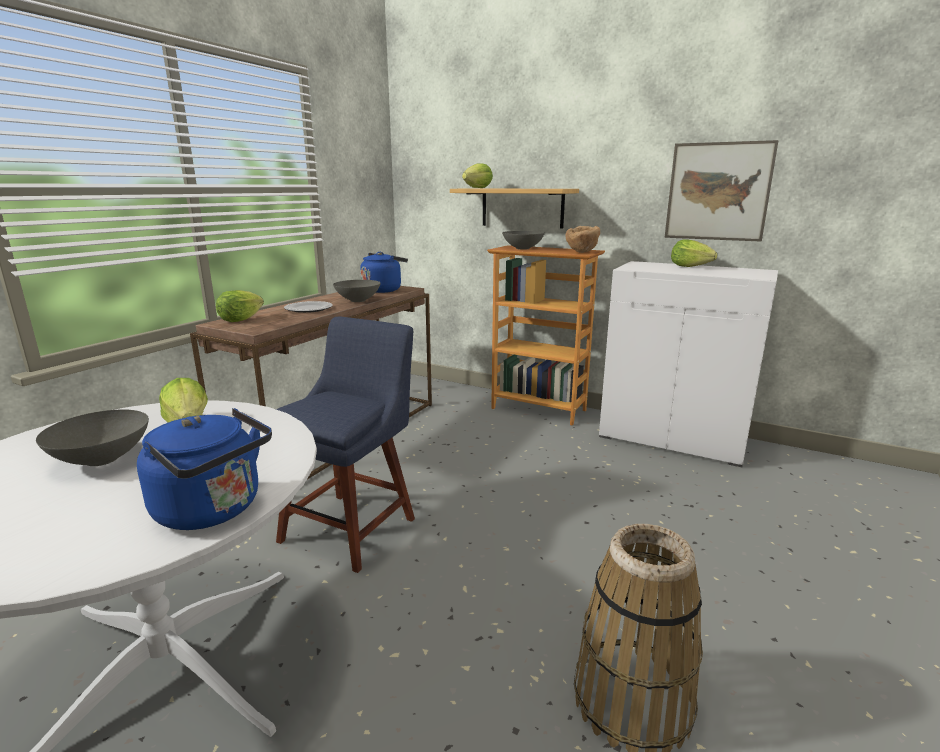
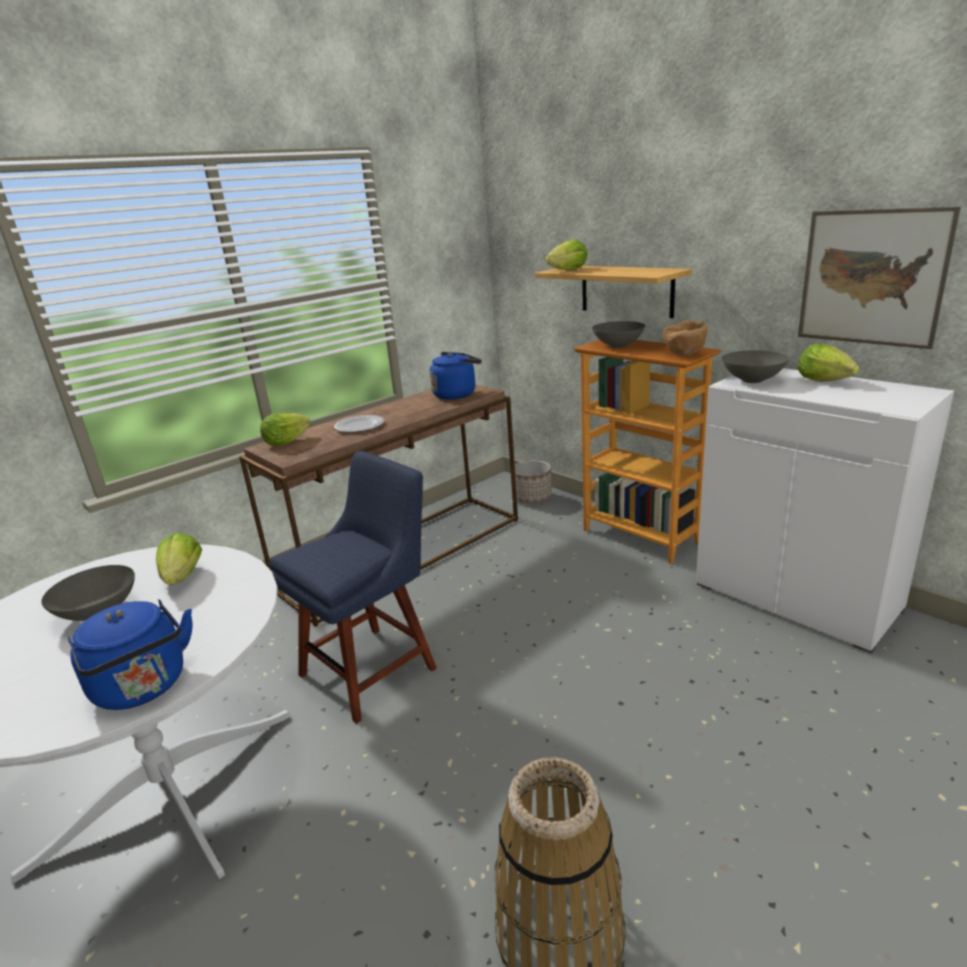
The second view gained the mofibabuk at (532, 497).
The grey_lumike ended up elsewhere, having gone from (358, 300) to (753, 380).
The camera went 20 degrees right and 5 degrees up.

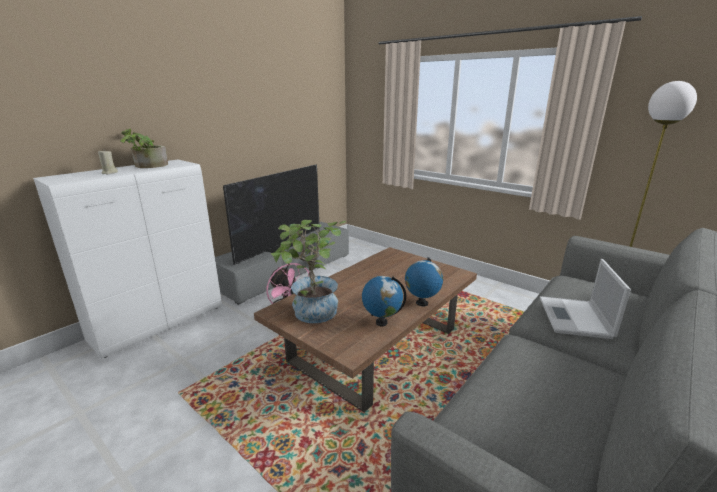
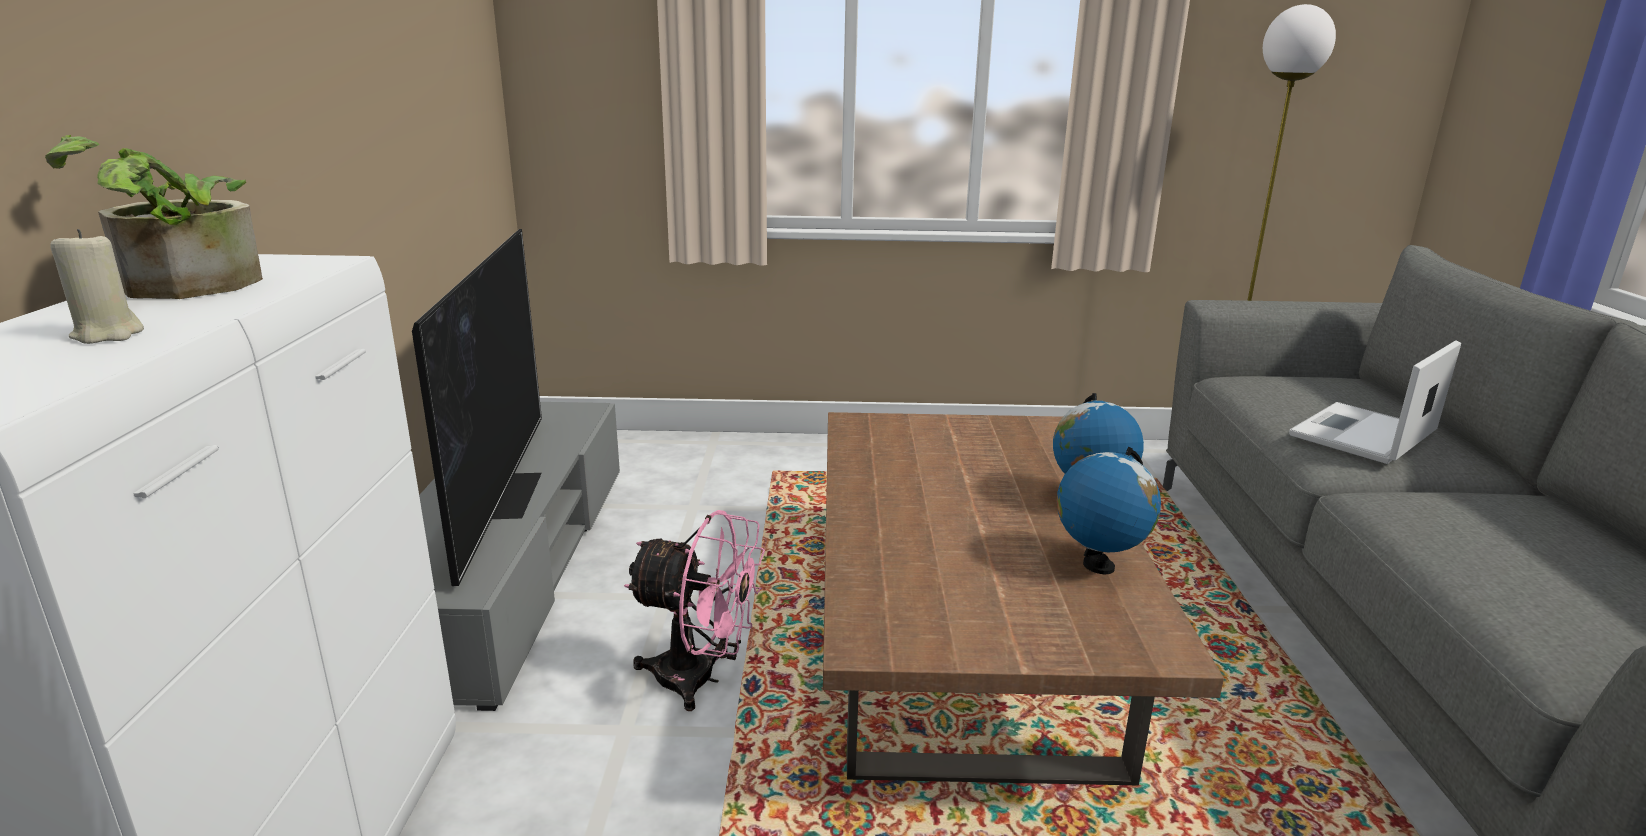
The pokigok at (575, 318) ended up facing another way, 75 degrees clockwise from before.
The second view lost the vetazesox at (312, 315).
The camera went 40 degrees left and 0 degrees up.

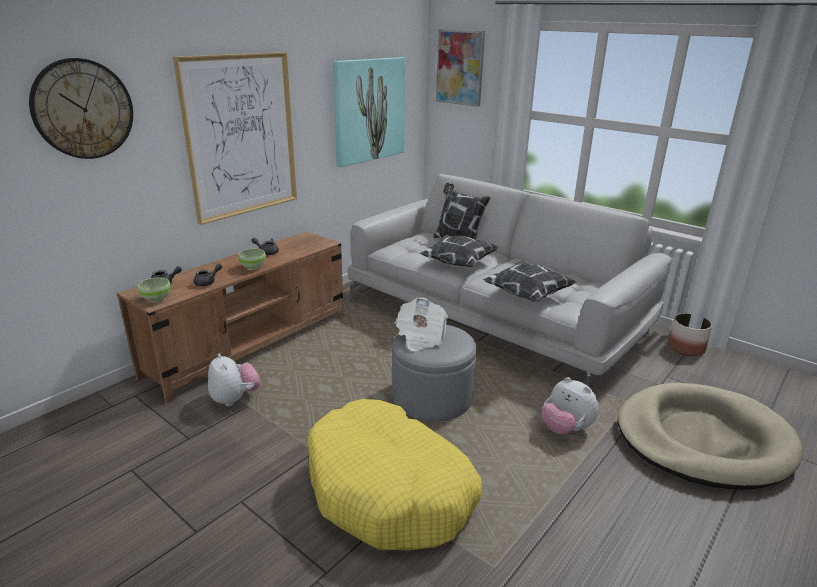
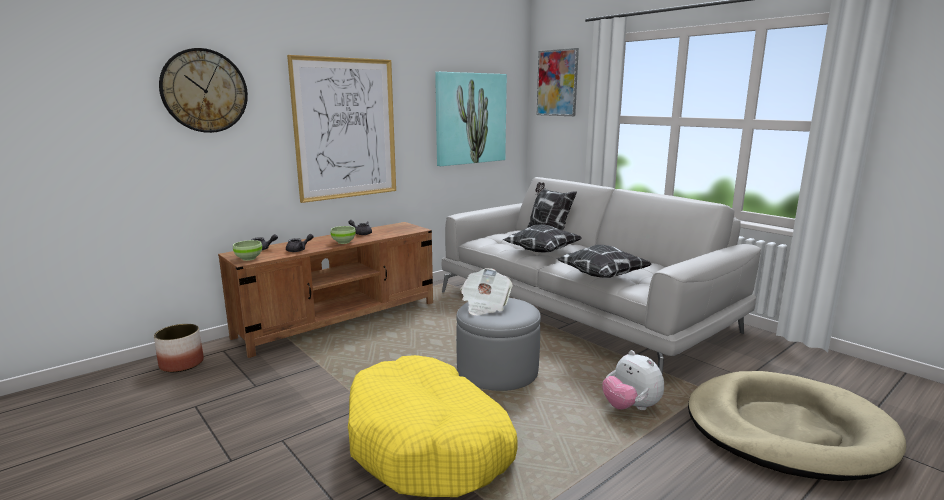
The mofibabuk ended up elsewhere, having gone from (686, 348) to (182, 364).
The second view lost the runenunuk at (235, 399).
The camera went 10 degrees right and 10 degrees down.

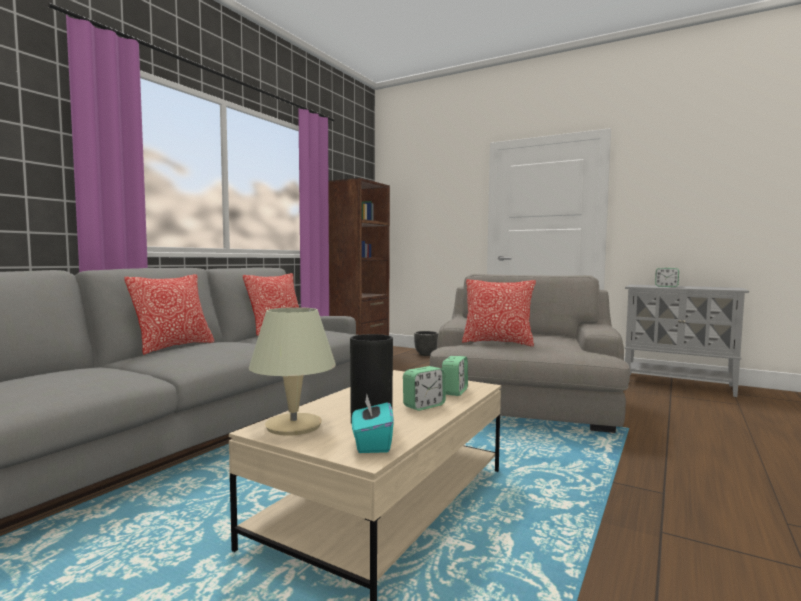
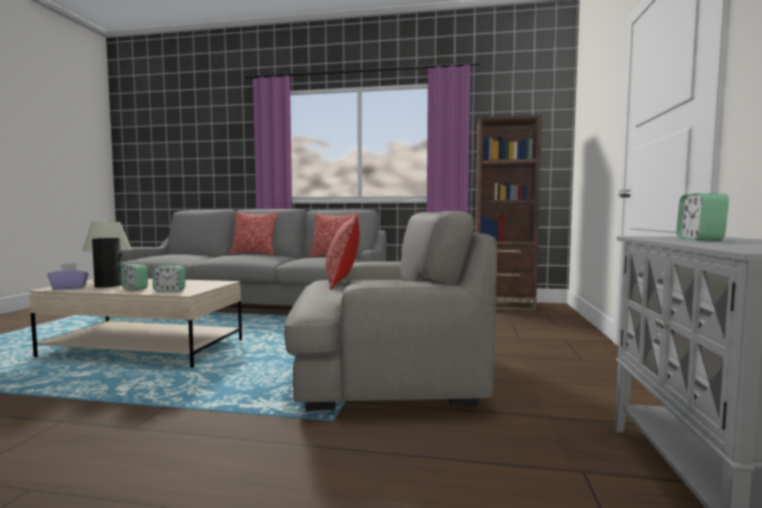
What was the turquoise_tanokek at (372, 443) turned into the purple_tanokek at (69, 287).
The second view lost the black_mofibabuk at (425, 354).
The camera went 70 degrees right and 0 degrees up.

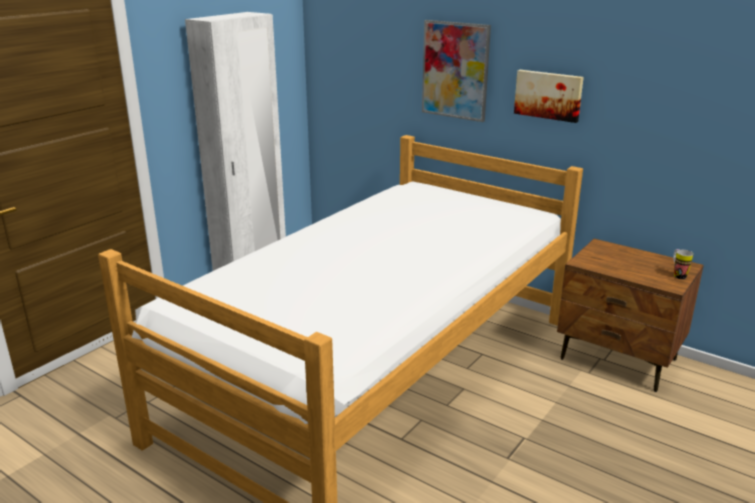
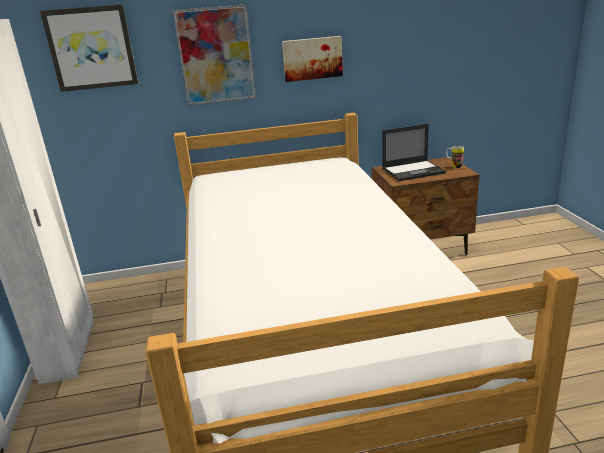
The second view gained the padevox at (91, 48).
The second view gained the pokigok at (414, 171).
The camera went 45 degrees left and 0 degrees up.

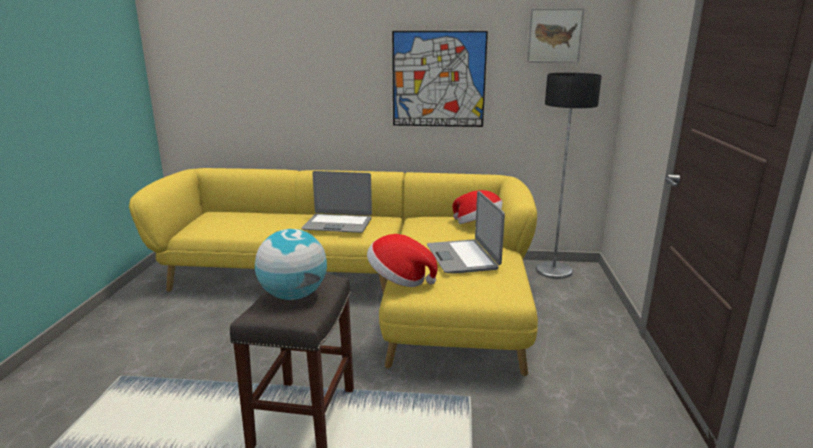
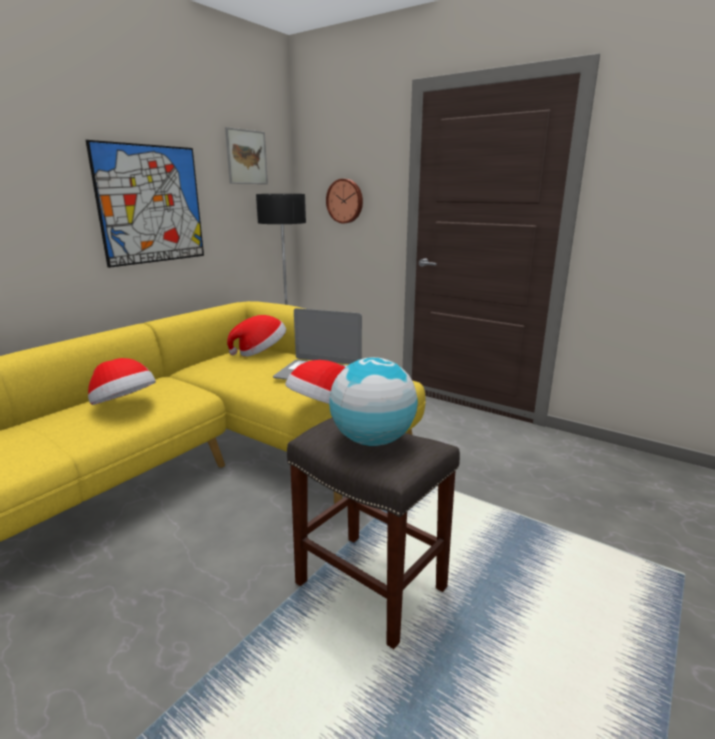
Where the pokigok stood at (338, 224), the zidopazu came to stand at (124, 405).
The second view gained the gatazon at (345, 201).
The camera went 60 degrees left and 0 degrees up.

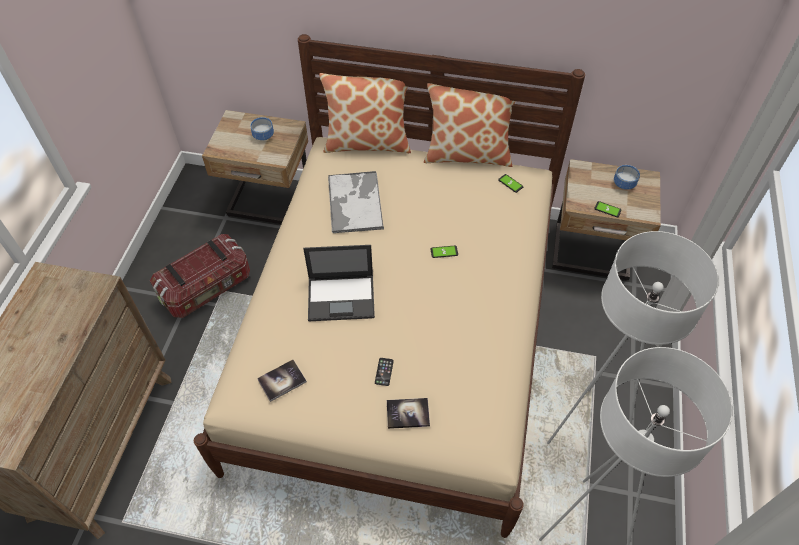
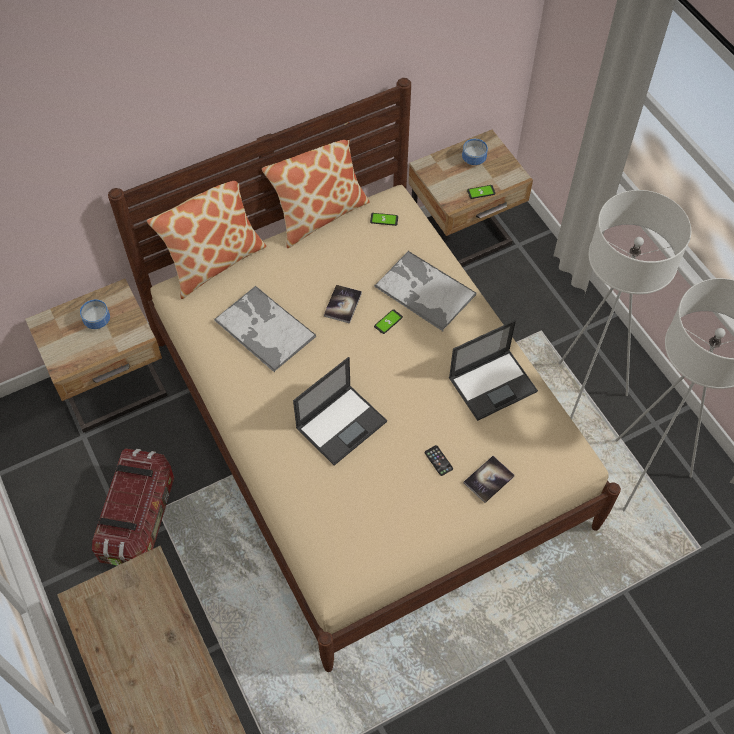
The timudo ended up elsewhere, having gone from (282, 381) to (342, 304).
The second view gained the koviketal at (424, 291).
The second view gained the pokigok at (493, 384).
The camera went 40 degrees left and 5 degrees up.

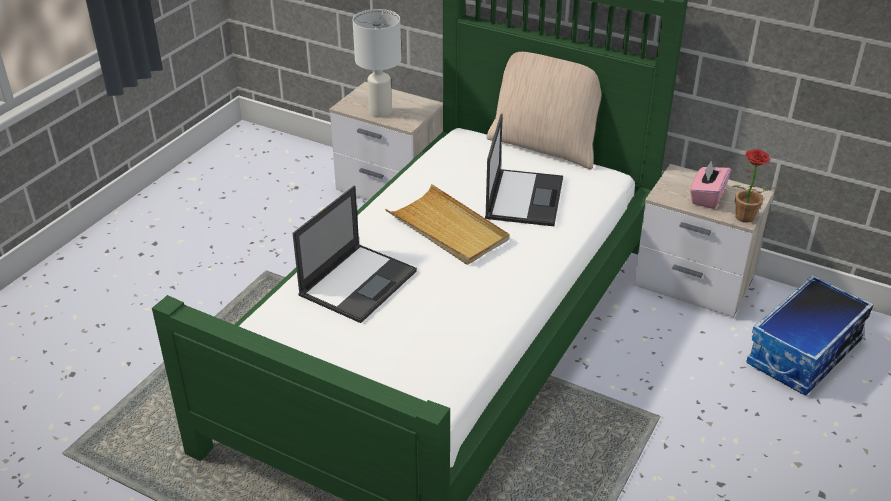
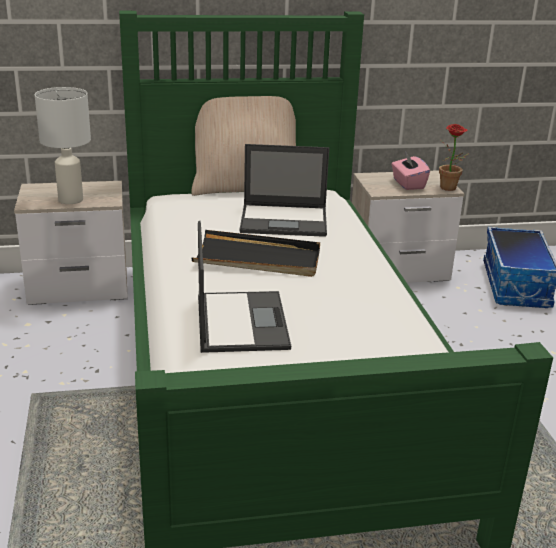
What was the beige_koviketal at (448, 229) turned into the black_koviketal at (258, 259).
The pokigok at (524, 197) ended up facing another way, 120 degrees clockwise from before.
The camera went 40 degrees left and 10 degrees down.

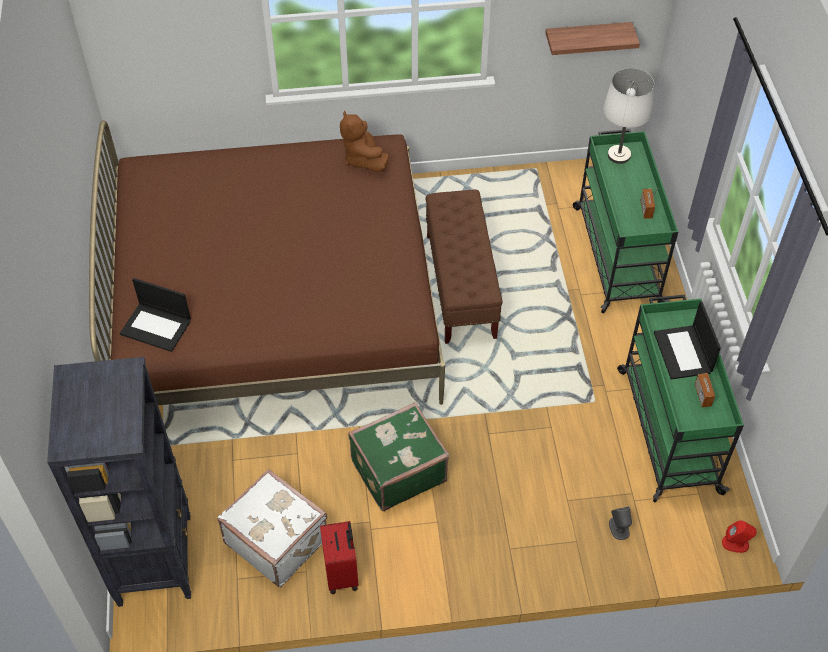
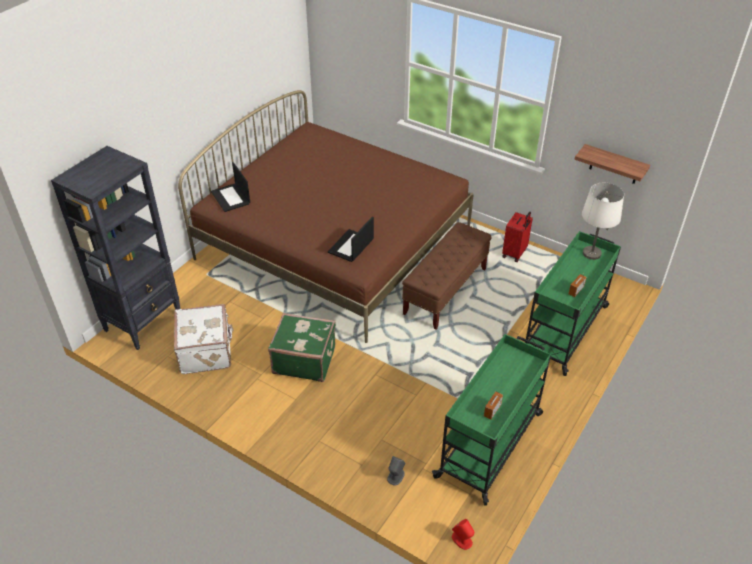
The pokigok ended up elsewhere, having gone from (683, 353) to (351, 246).
The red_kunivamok ended up elsewhere, having gone from (342, 573) to (515, 253).
The second view lost the brown_runenunuk at (363, 159).
The camera went 40 degrees right and 10 degrees down.

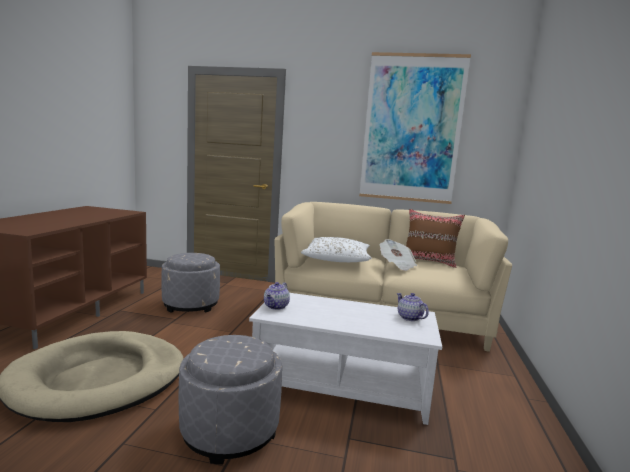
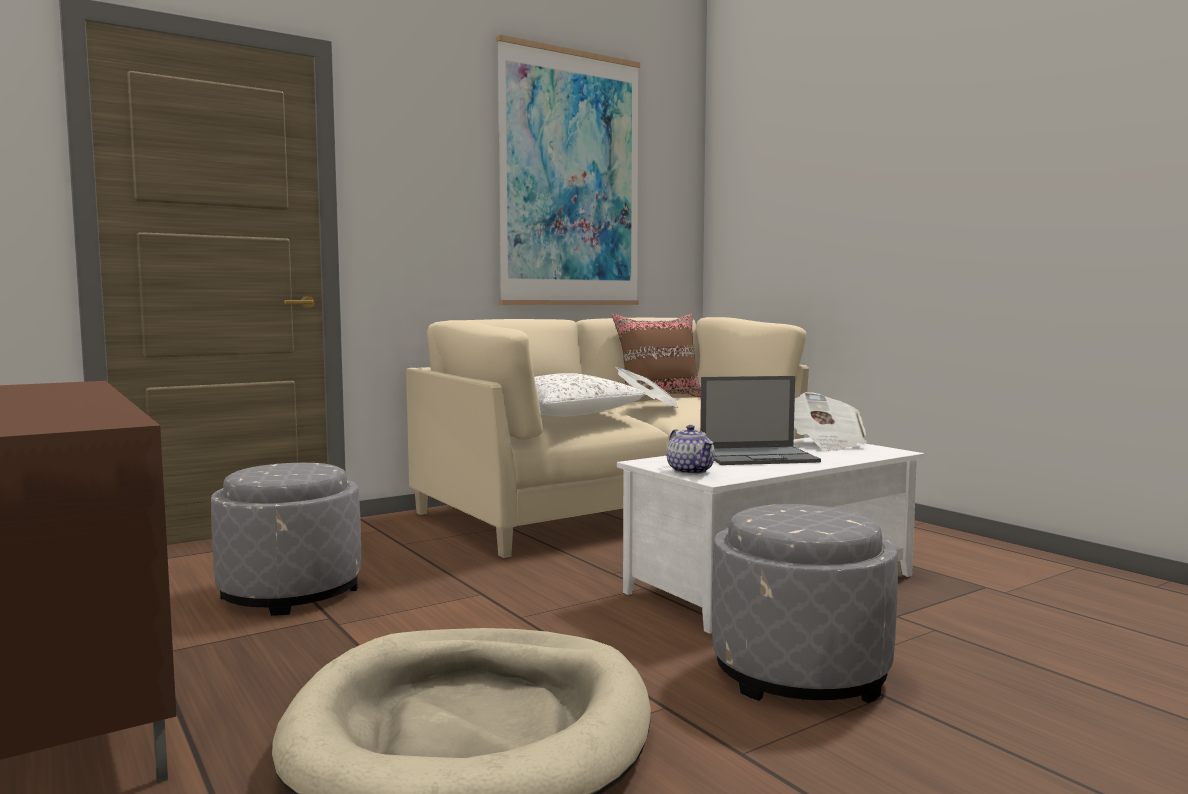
The second view gained the pokigok at (759, 456).
Where the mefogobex stood at (409, 317), the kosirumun came to stand at (824, 444).
The camera went 45 degrees left and 5 degrees down.

